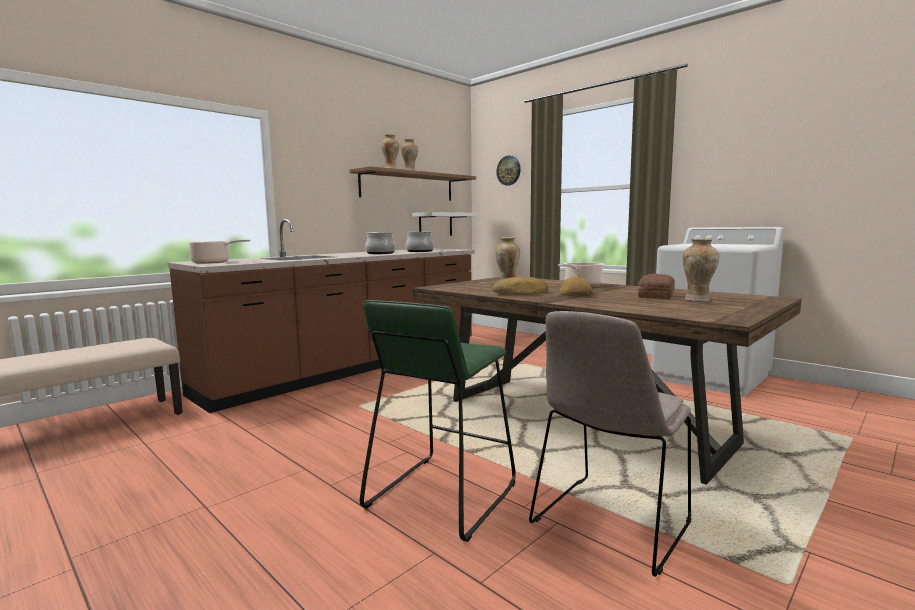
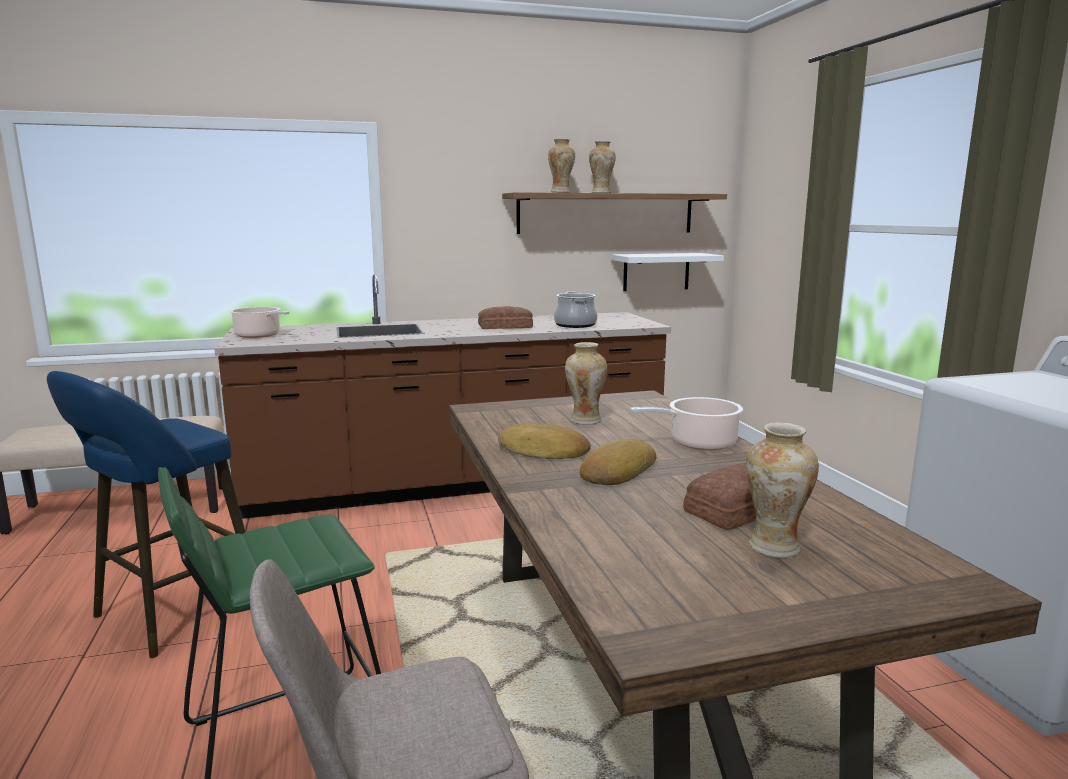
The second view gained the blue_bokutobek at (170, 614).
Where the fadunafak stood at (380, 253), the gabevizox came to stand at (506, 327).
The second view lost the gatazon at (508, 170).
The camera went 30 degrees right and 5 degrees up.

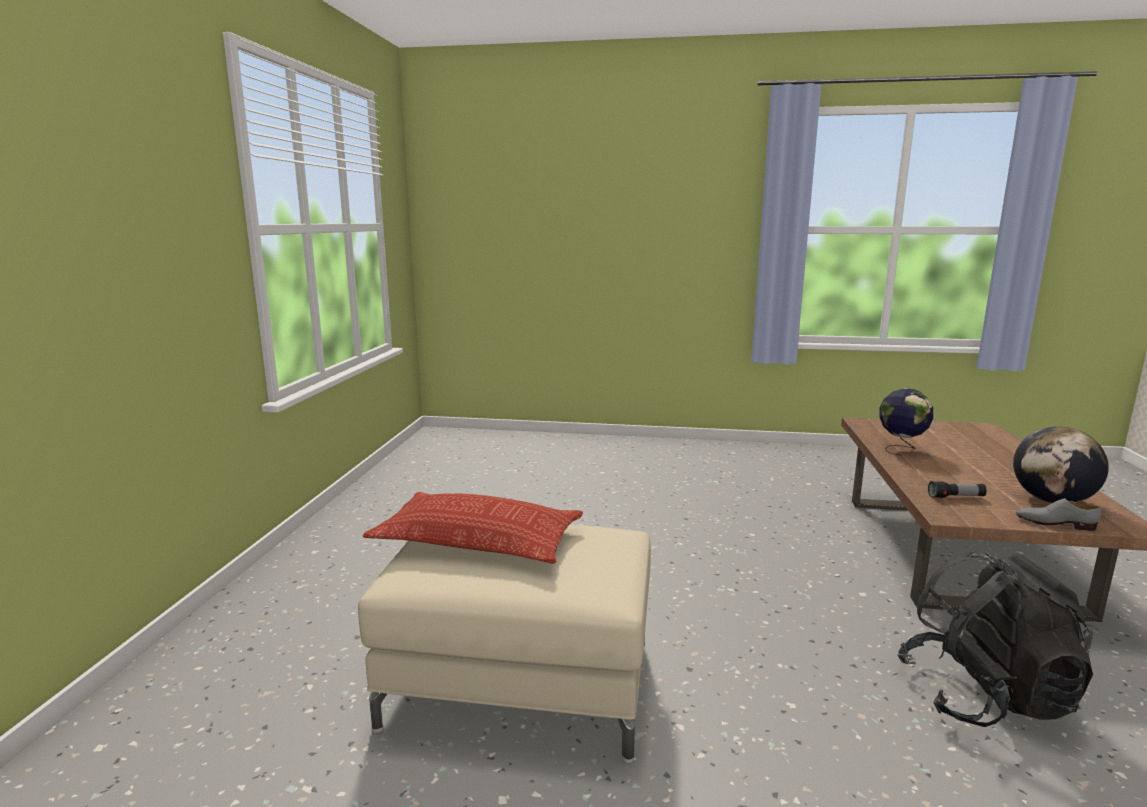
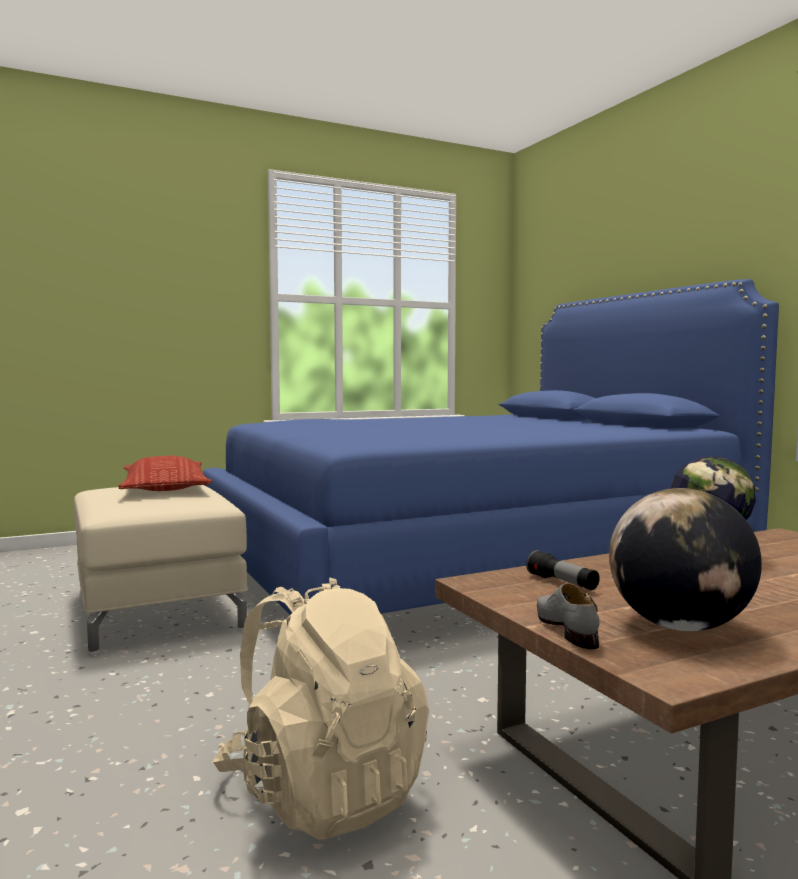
The second view gained the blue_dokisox at (469, 565).
What was the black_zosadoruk at (985, 696) turned into the beige_zosadoruk at (323, 792).
The camera went 55 degrees right and 10 degrees down.

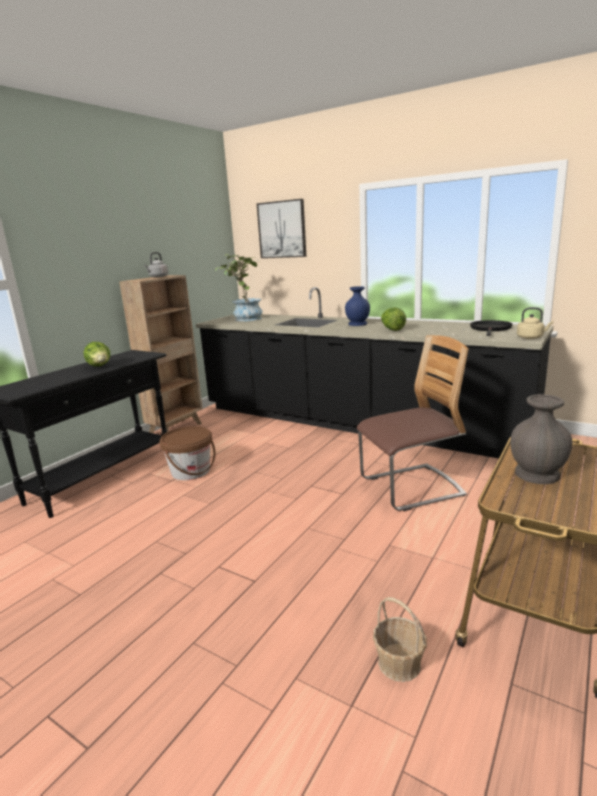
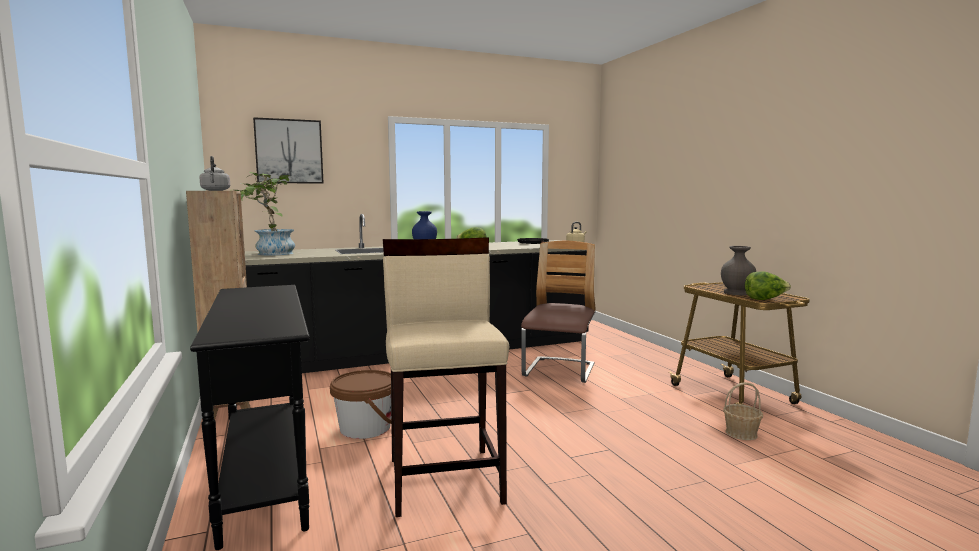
The second view gained the beige_bokutobek at (445, 479).
The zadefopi ended up elsewhere, having gone from (100, 366) to (765, 299).
The camera went 55 degrees left and 10 degrees down.

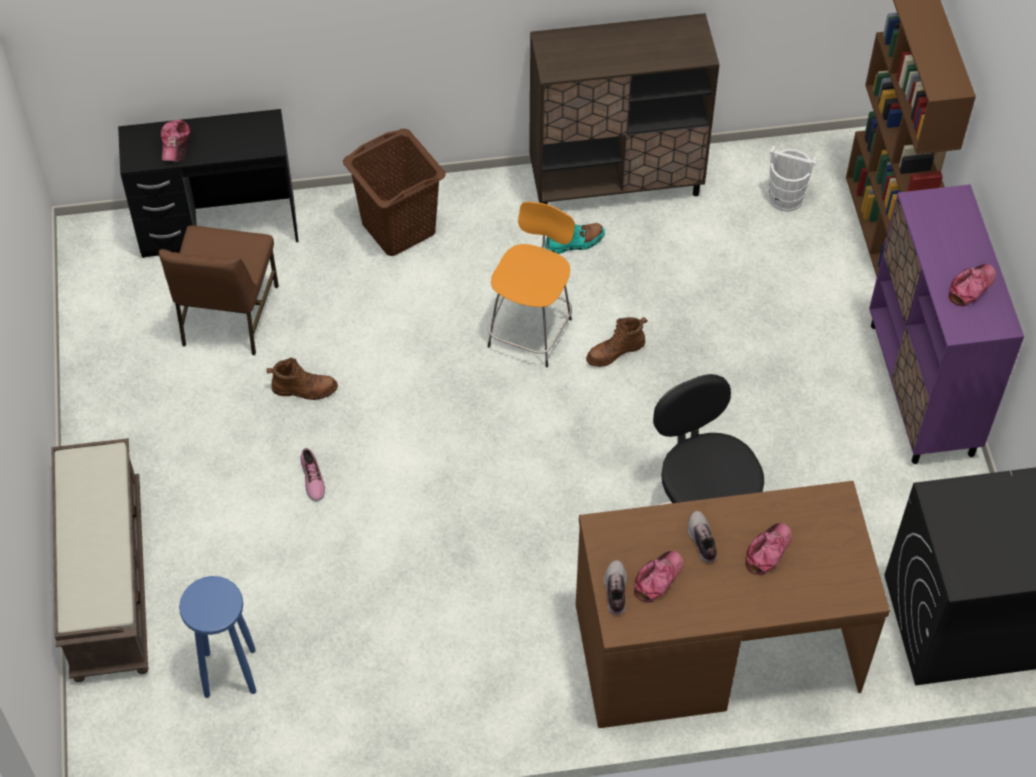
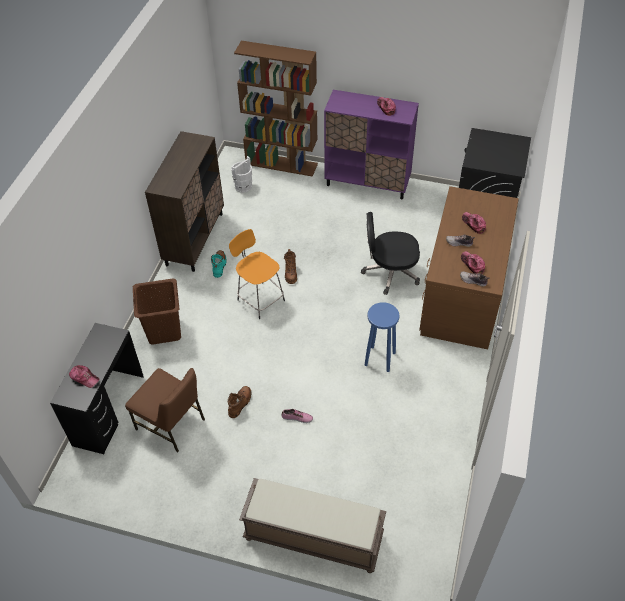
The blue_bokutobek ended up elsewhere, having gone from (229, 672) to (379, 359).
The camera went 65 degrees left and 5 degrees down.

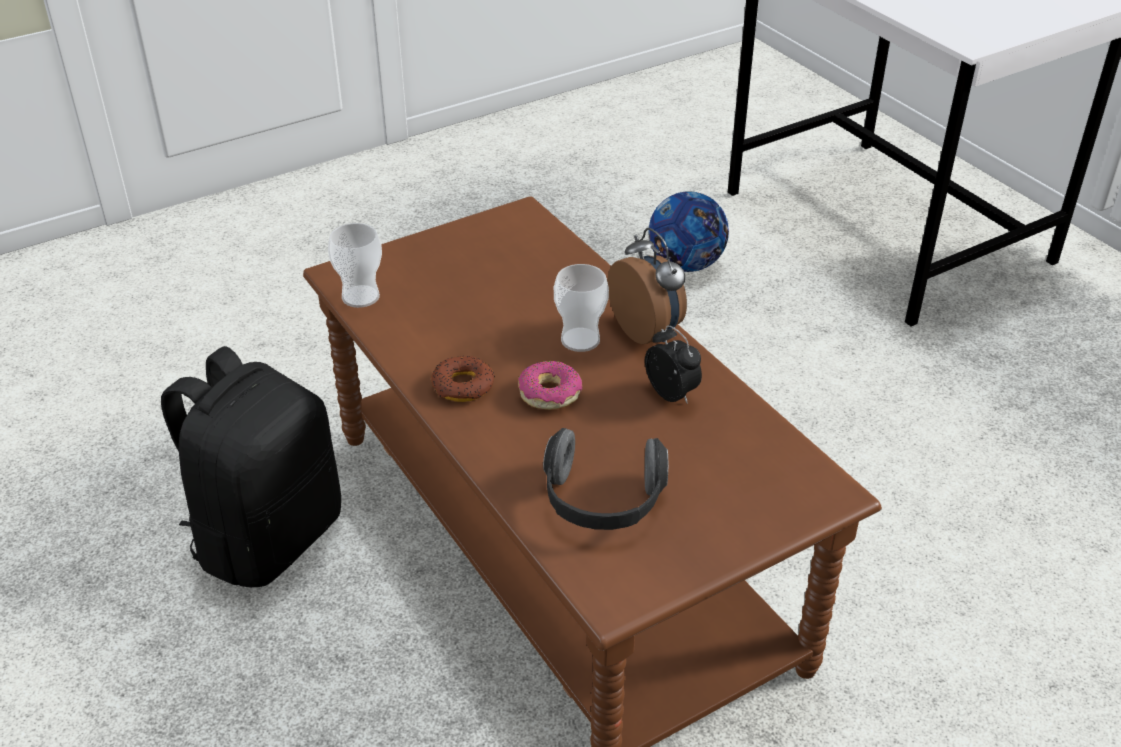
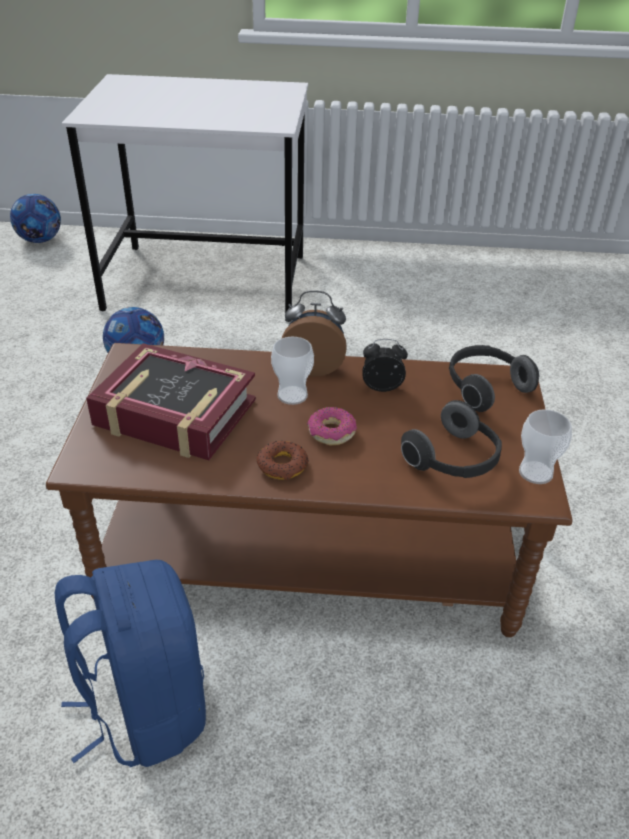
The second view gained the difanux at (40, 240).
What was the black_zosadoruk at (268, 537) turned into the blue_zosadoruk at (144, 707).
The second view gained the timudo at (174, 413).
The second view gained the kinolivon at (484, 388).
The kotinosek ended up elsewhere, having gone from (360, 296) to (535, 472).
The camera went 55 degrees left and 0 degrees up.

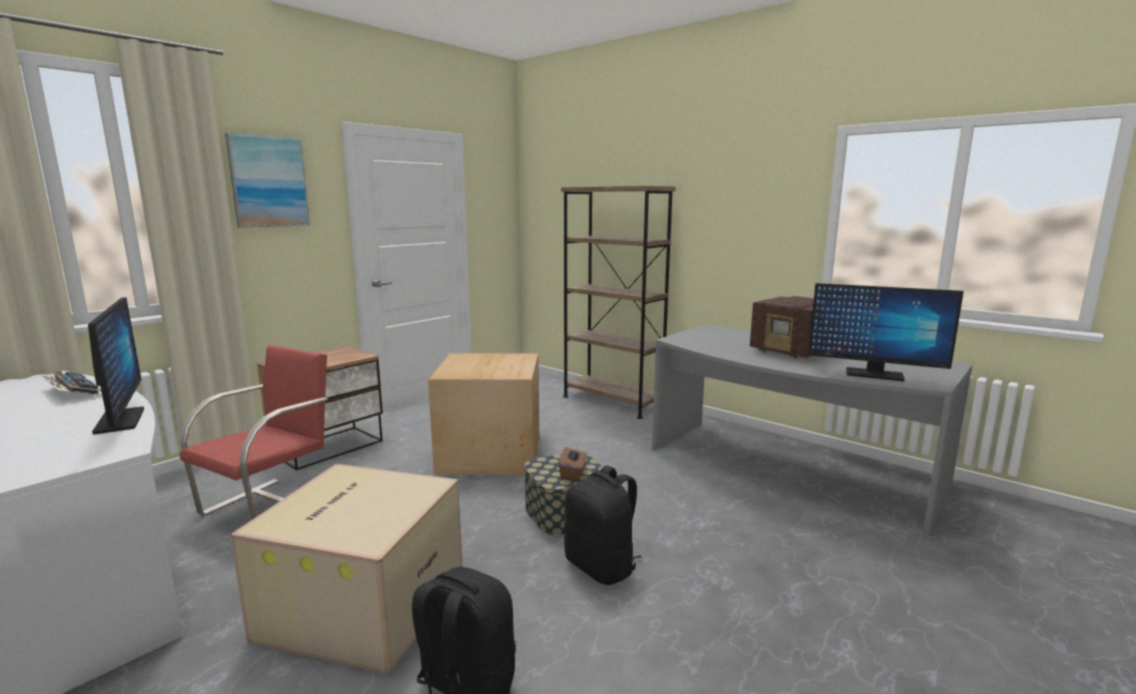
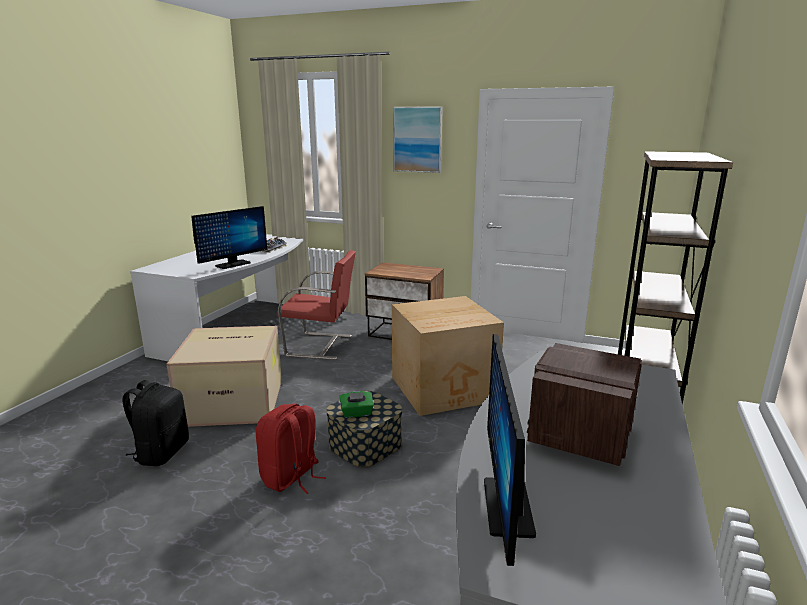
What was the black_zosadoruk at (602, 567) turned into the red_zosadoruk at (291, 477).
What was the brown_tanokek at (573, 473) turned into the green_tanokek at (356, 413).
The camera went 70 degrees right and 5 degrees up.

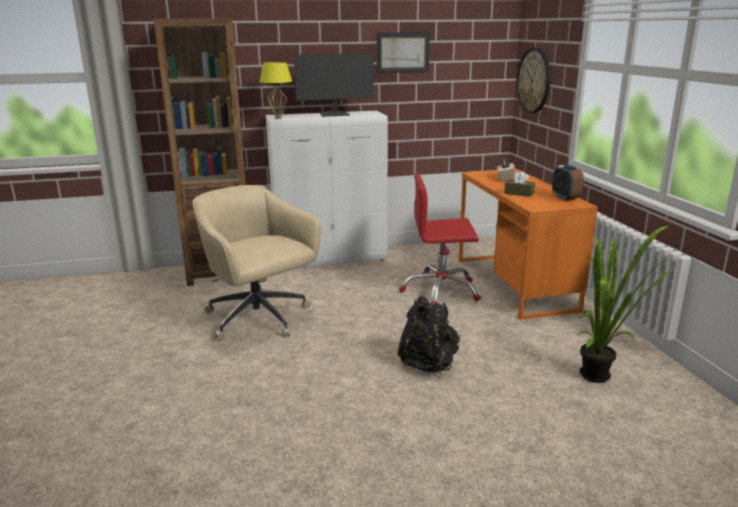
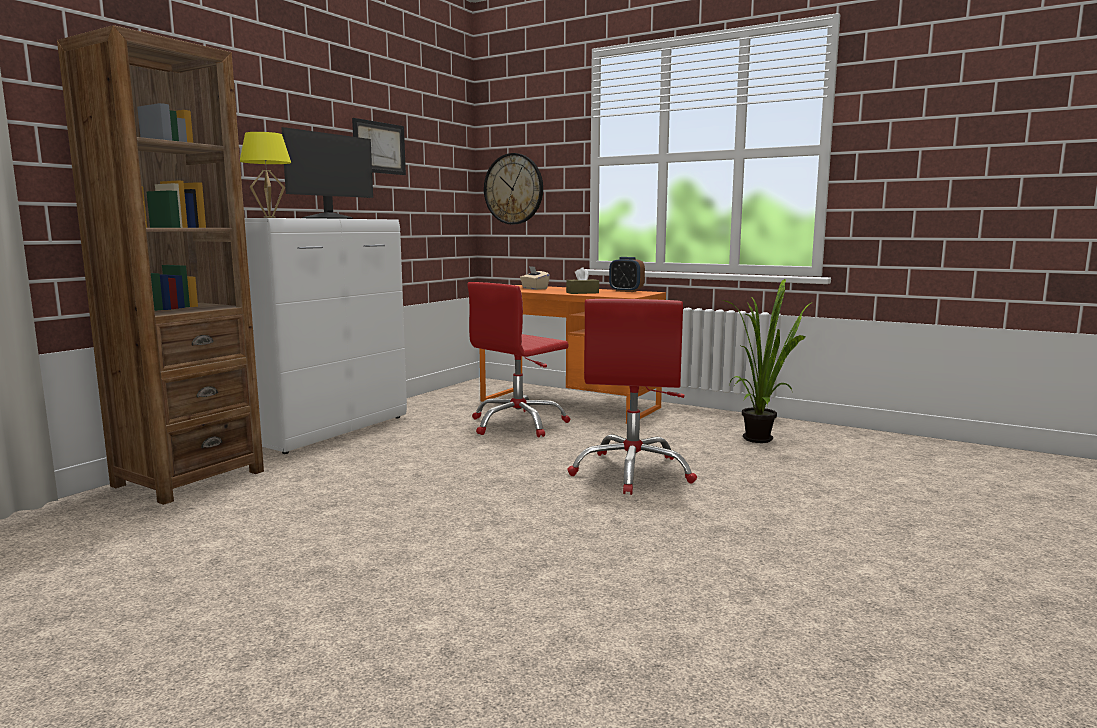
Where the black_zosadoruk stood at (428, 363), the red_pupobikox came to stand at (632, 472).
The second view lost the beige_pupobikox at (259, 319).
The camera went 45 degrees left and 10 degrees down.

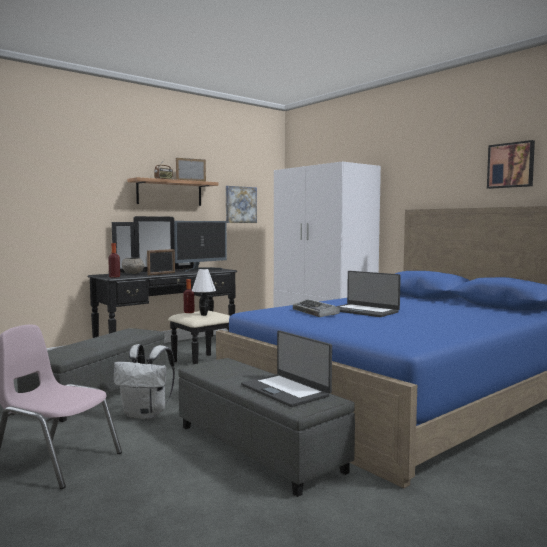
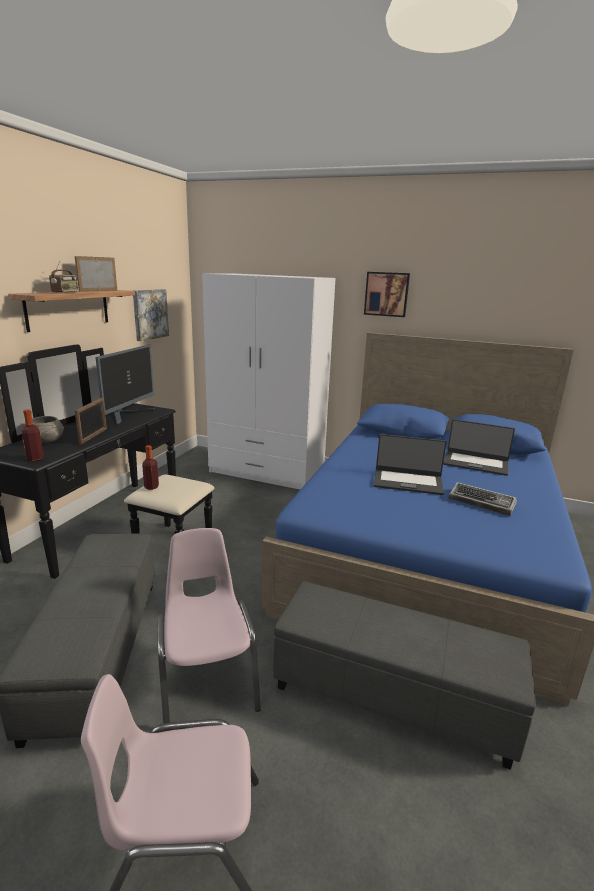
Where the white_zosadoruk stood at (146, 414), the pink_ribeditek came to stand at (207, 677).
The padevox ended up elsewhere, having gone from (511, 165) to (386, 294).
The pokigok ended up elsewhere, having gone from (286, 390) to (475, 463).
The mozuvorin ended up elsewhere, having gone from (316, 312) to (482, 503).
The second view lost the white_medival at (204, 315).
The camera went 30 degrees left and 15 degrees up.

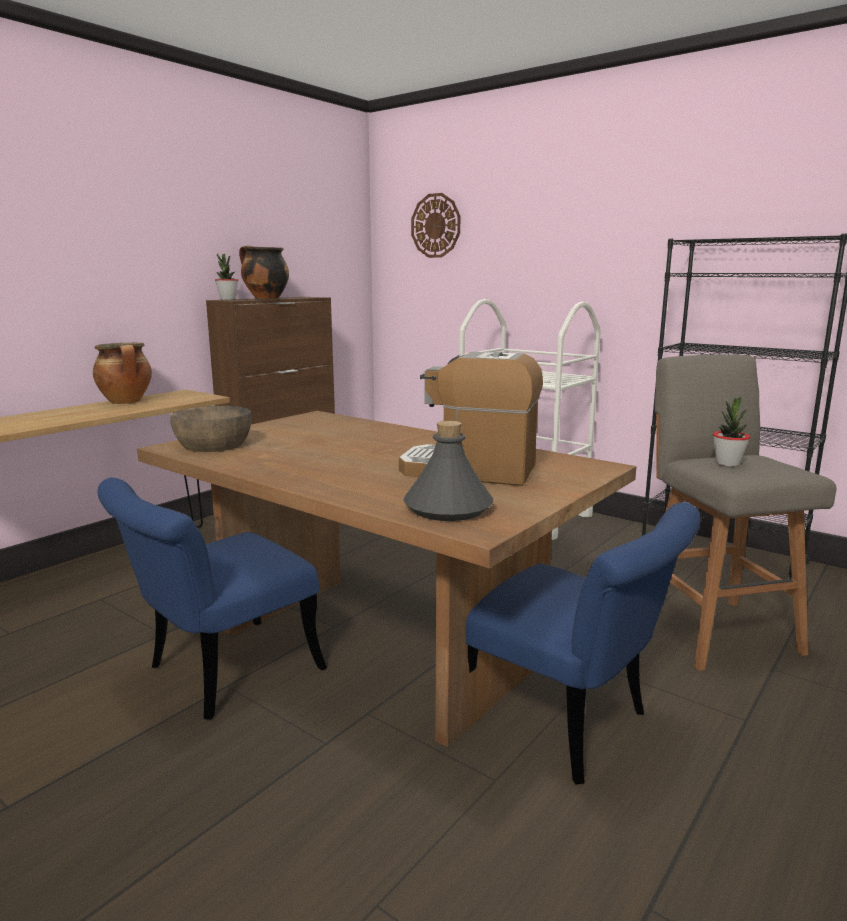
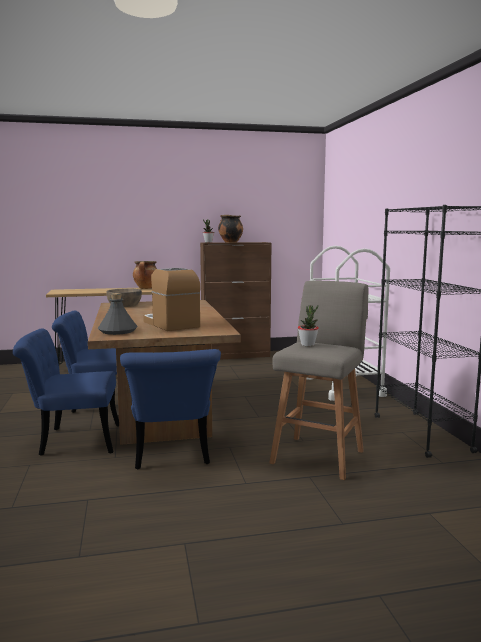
The second view gained the blue_ribeditek at (71, 440).
The second view lost the gatazon at (436, 225).
The camera went 40 degrees right and 5 degrees down.

